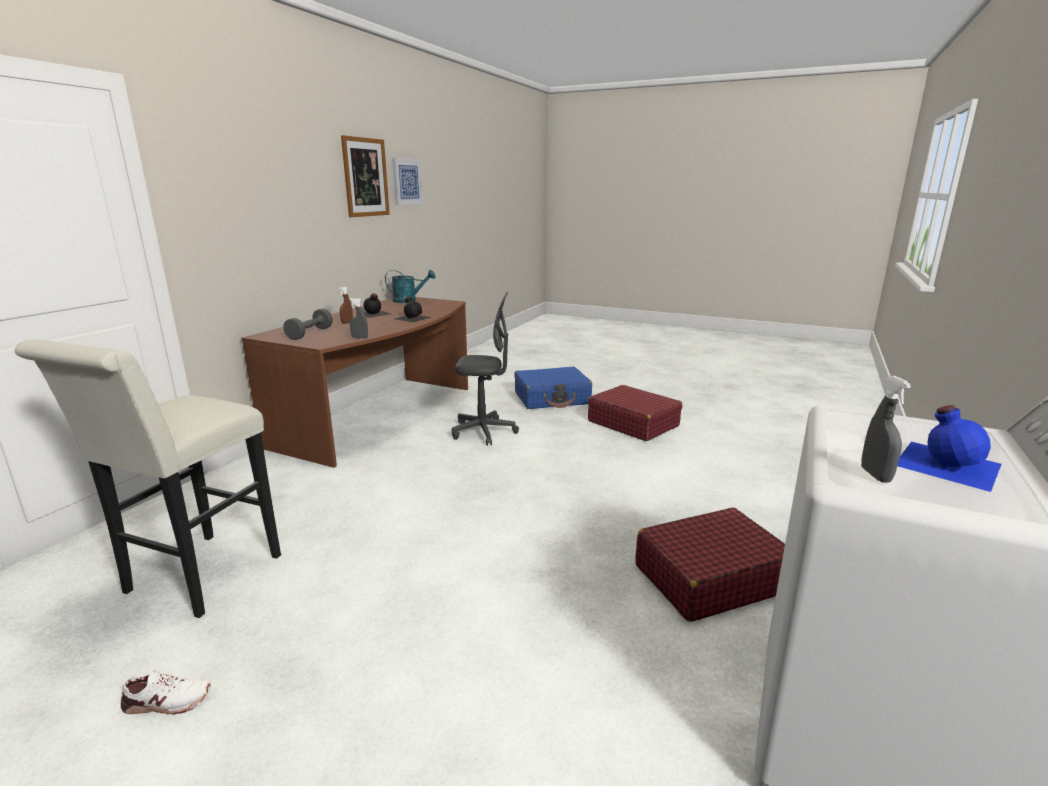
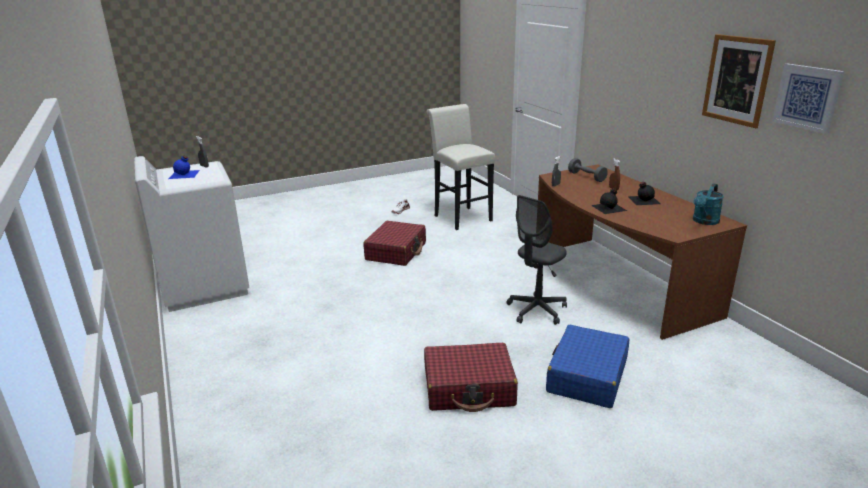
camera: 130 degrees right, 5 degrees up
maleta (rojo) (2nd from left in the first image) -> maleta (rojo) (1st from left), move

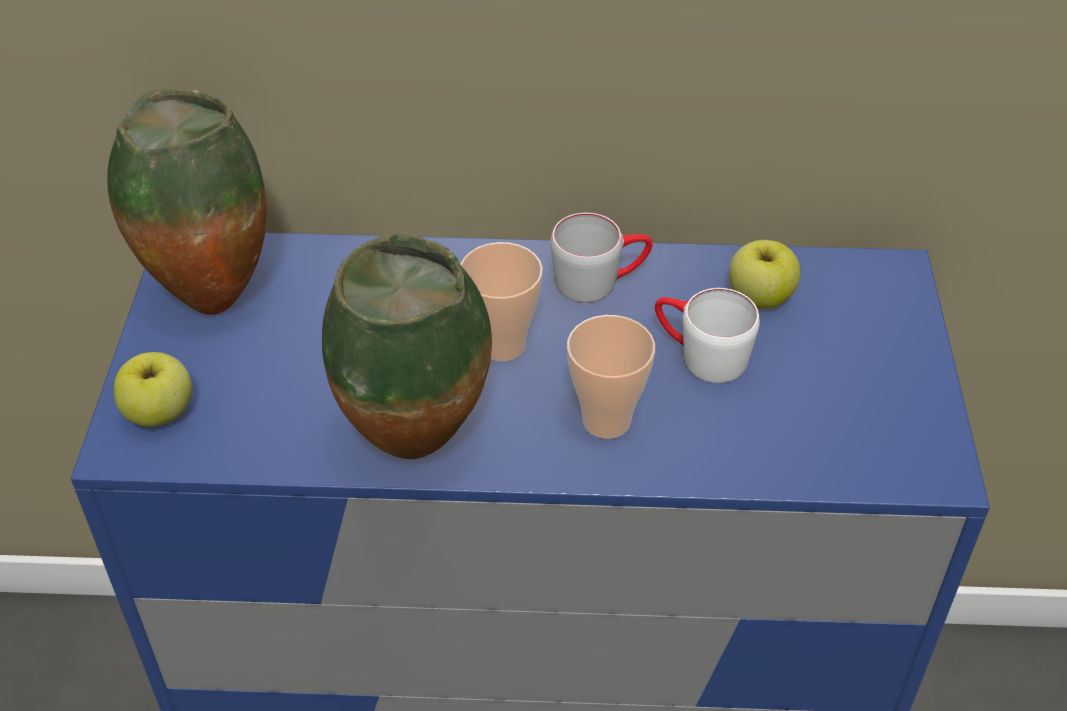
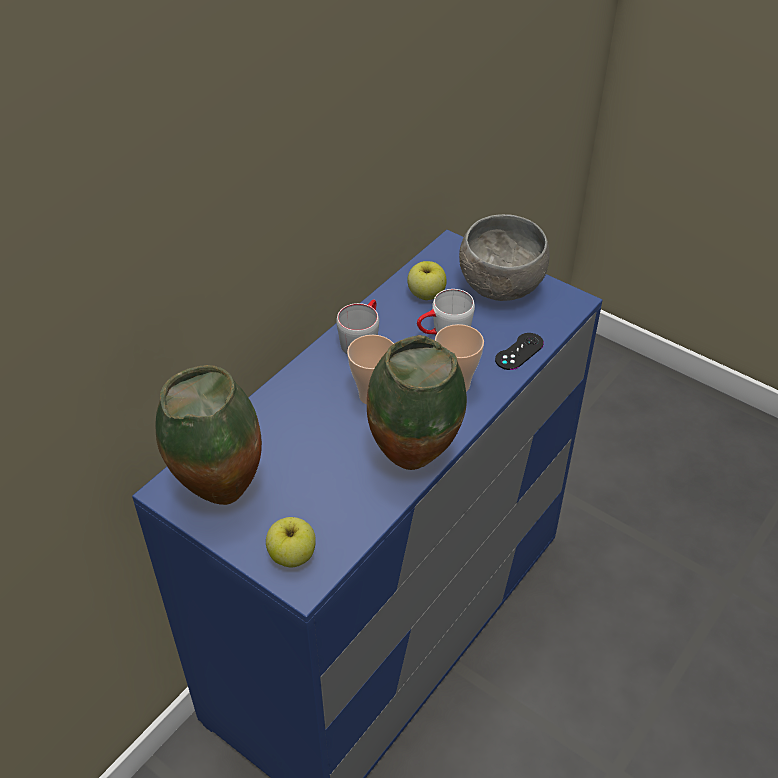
camera: 55 degrees left, 0 degrees up
none -> cuenco (gris)
none -> mando de consola (negro)

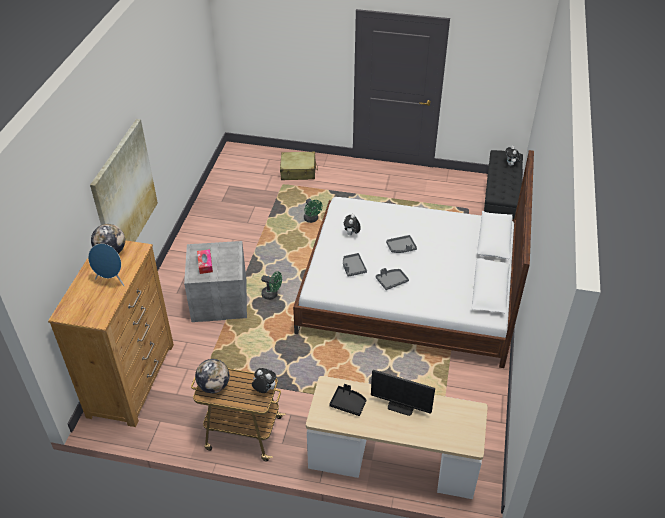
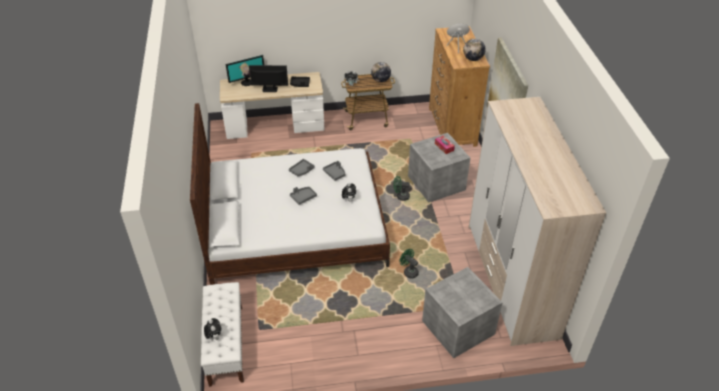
camera: 160 degrees right, 0 degrees up
banco (negro) -> banco (blanco)
maleta (beis) -> caja de almacenaje (gris) (2nd from left)
none -> monitor (1st from left)
none -> armario ropero

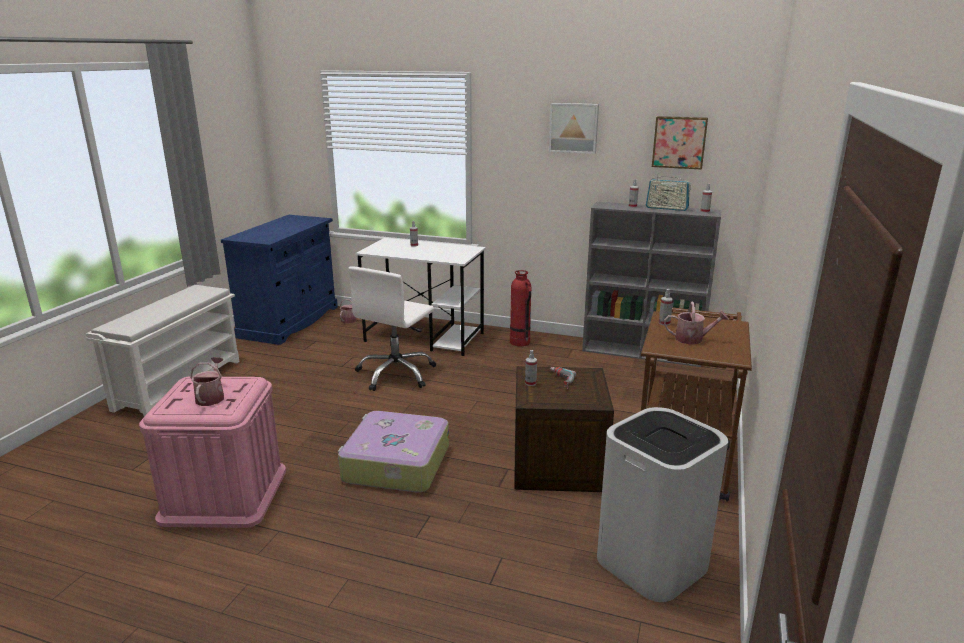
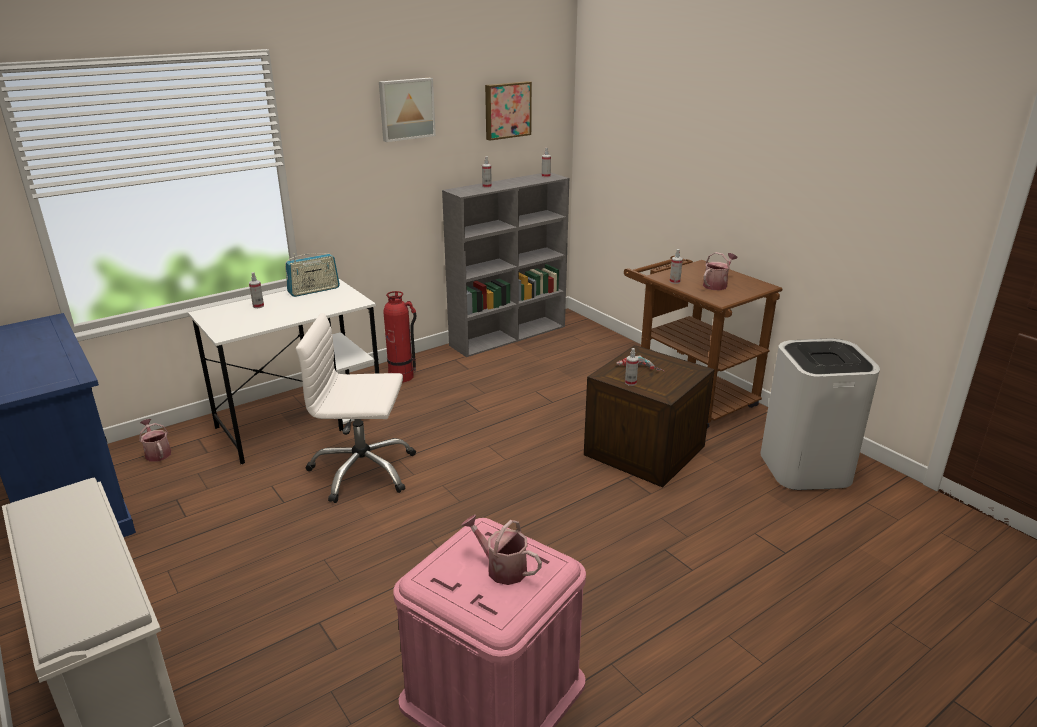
camera: 55 degrees left, 5 degrees up
radio, move
silla de oficina (blanco), 120 degrees clockwise
maleta -> none

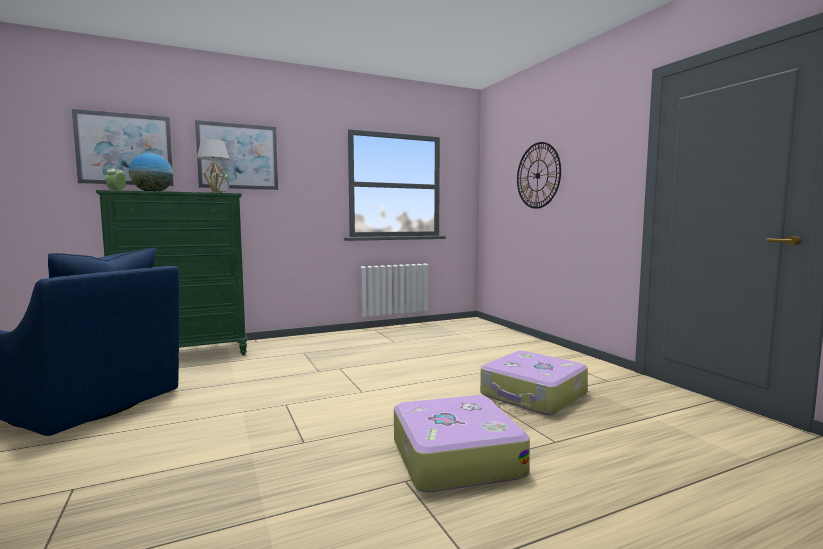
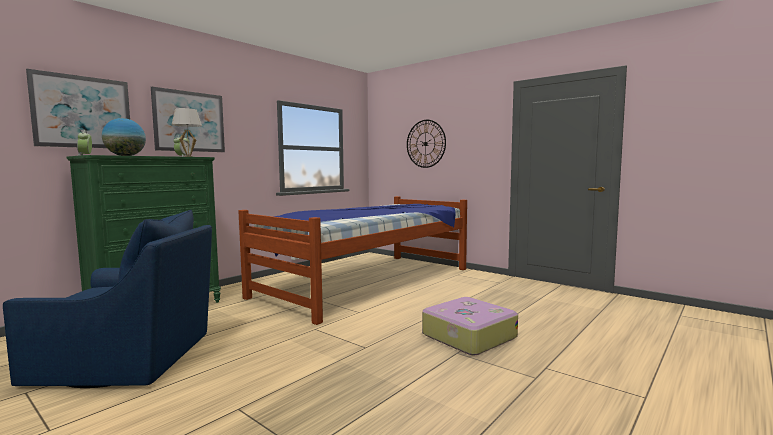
camera: 25 degrees left, 0 degrees up
maleta (2nd from left) -> none
none -> cama

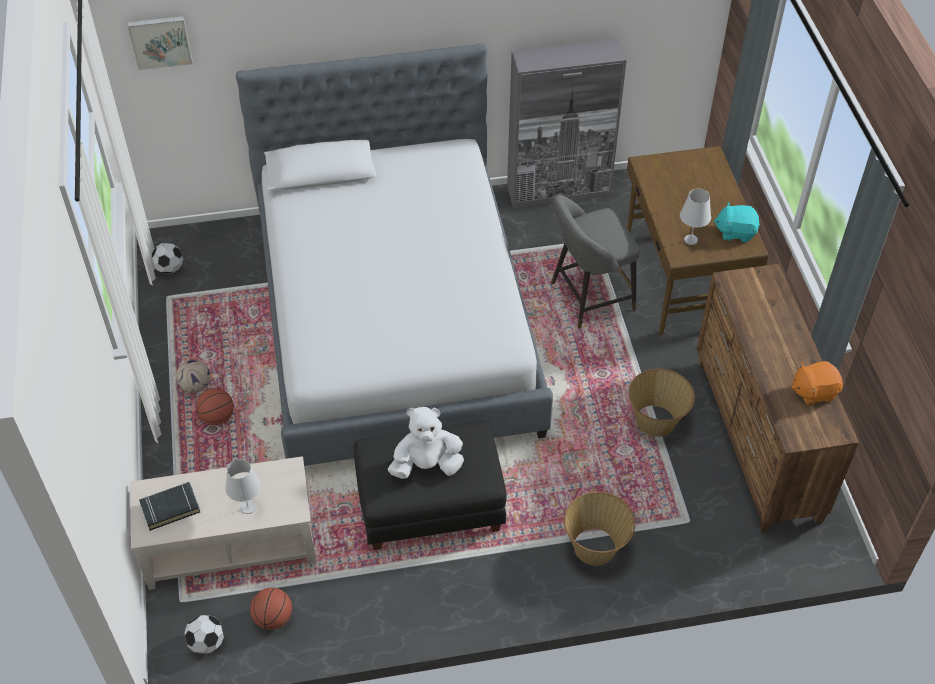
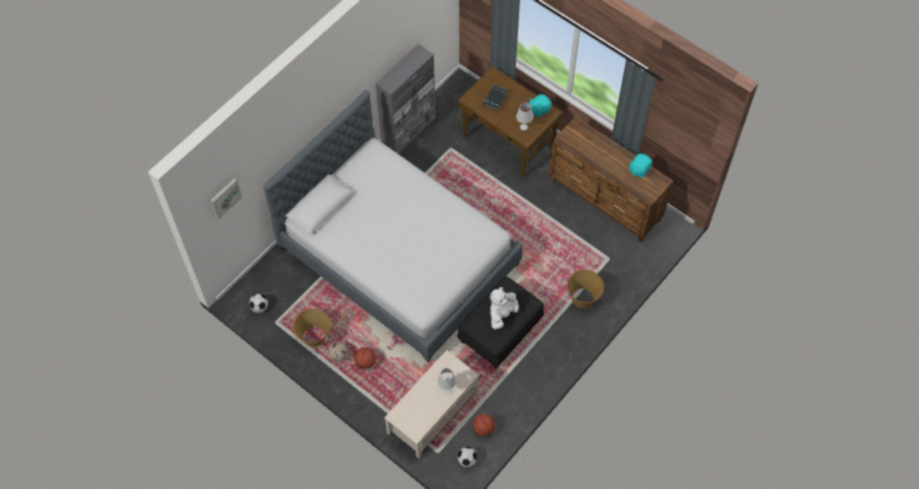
camera: 40 degrees left, 10 degrees up
taburete (gris) -> none
peluche (naranja) -> peluche (turquesa) (2nd from left)
cesta (2nd from left in the first image) -> cesta (1st from left), move
libro (negro), move

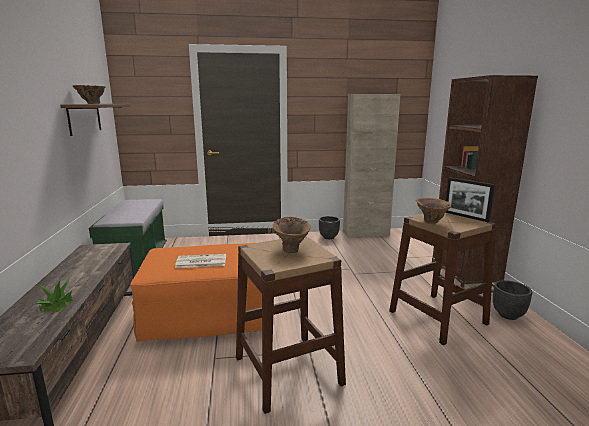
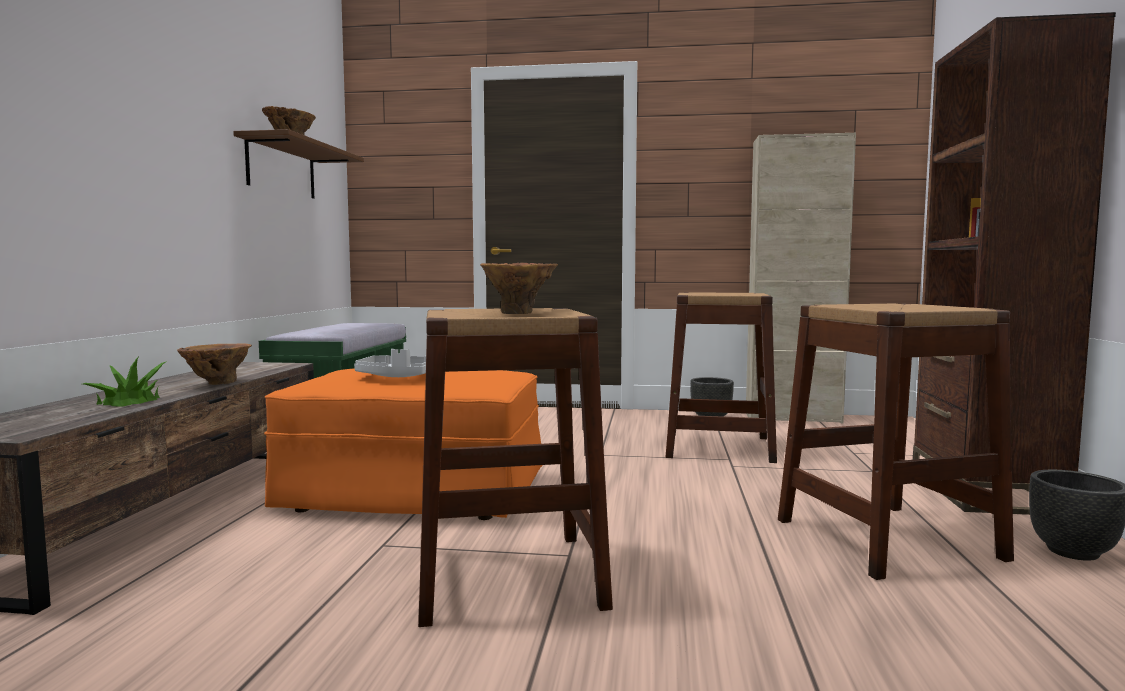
camera: 15 degrees right, 10 degrees down
portarretratos -> none
florero (marrón) (3rd from left in the first image) -> florero (marrón) (1st from left), move
periódico -> bandeja (gris)
none -> taburete (marrón) (2nd from left)

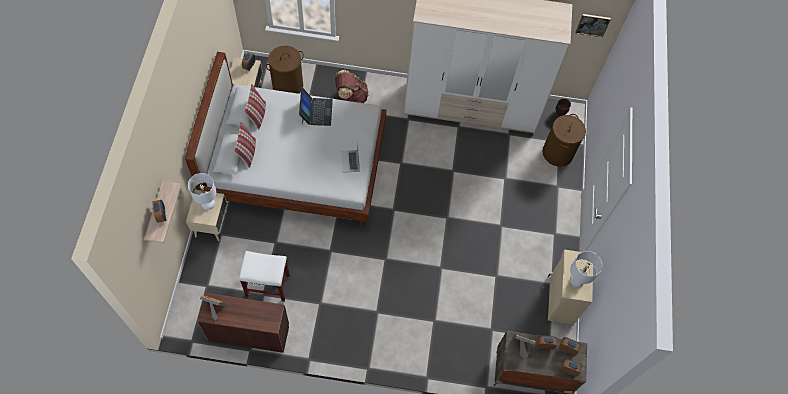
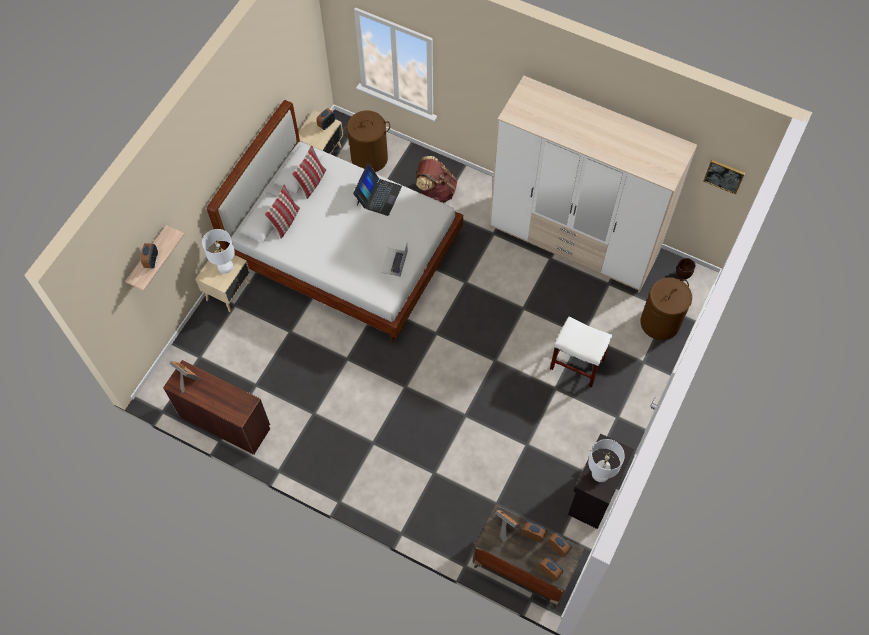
camera: 25 degrees right, 0 degrees up
armario (beis) -> armario (negro)
taburete (blanco), move

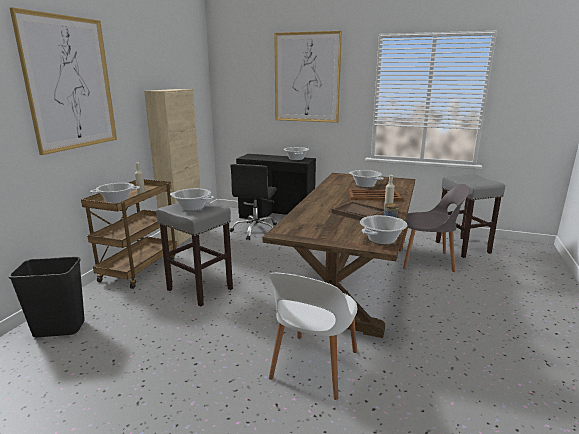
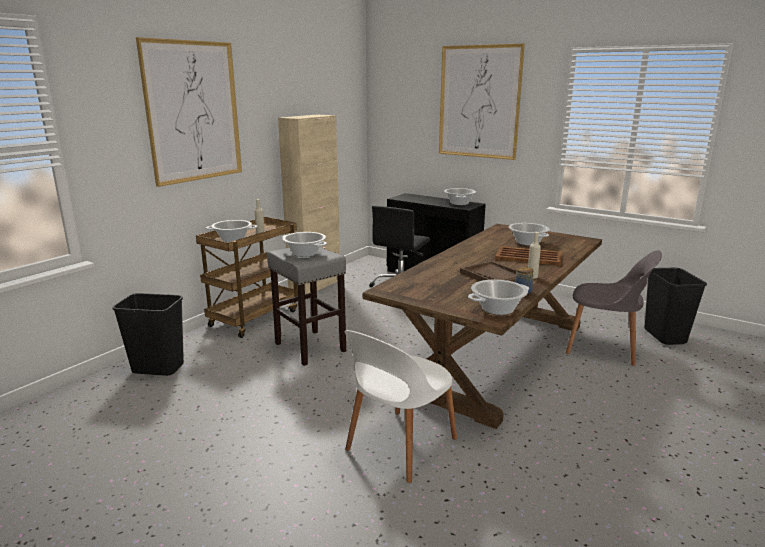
camera: 15 degrees right, 0 degrees up
taburete (gris) (2nd from left) -> papelera (negro) (2nd from left)

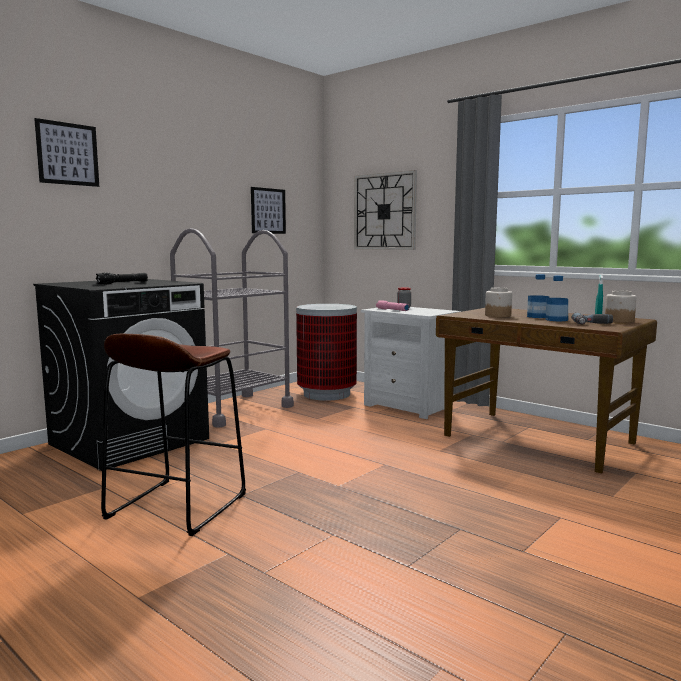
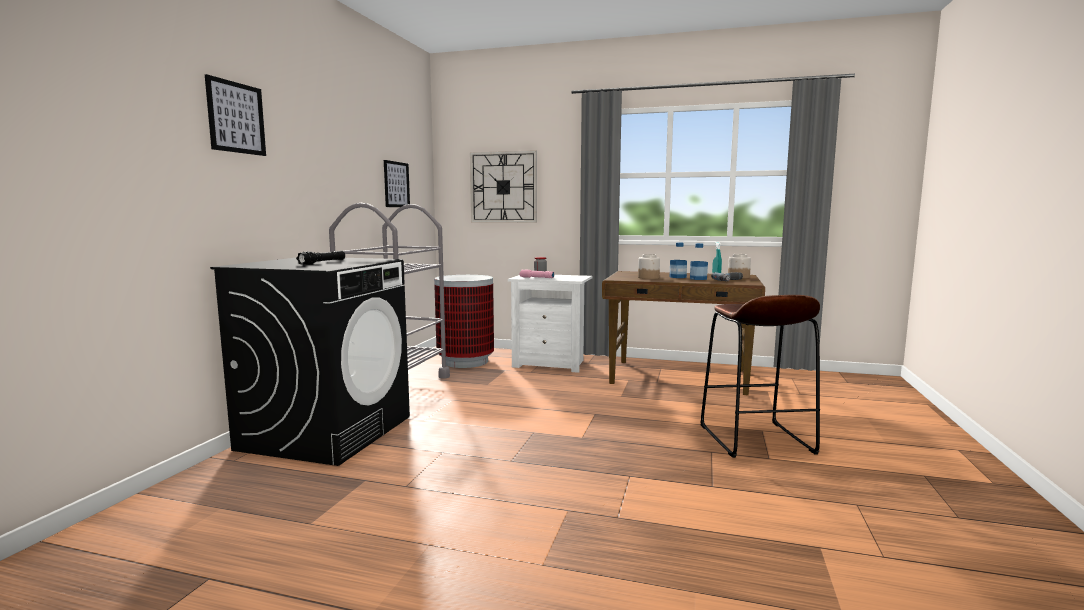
camera: 25 degrees left, 0 degrees up
taburete (marrón), move

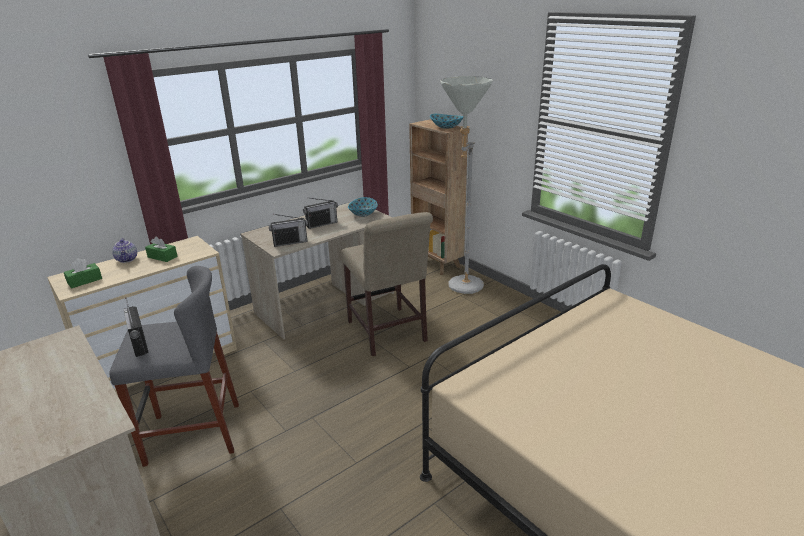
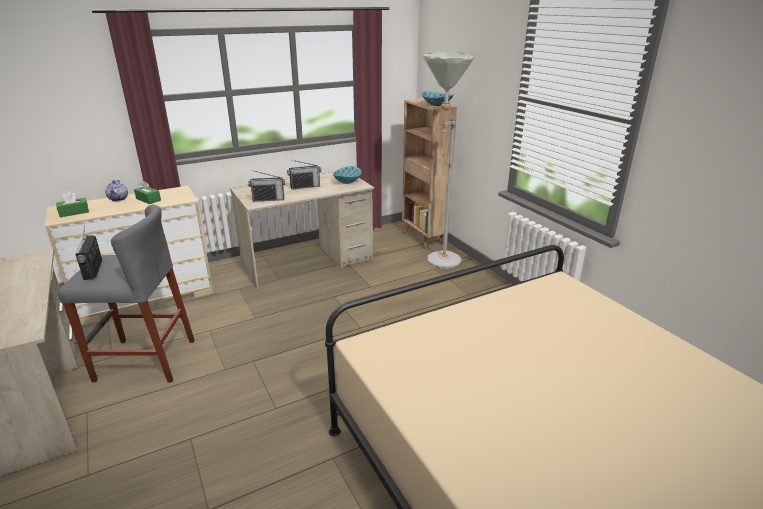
camera: 10 degrees right, 0 degrees up
silla (beis) -> none

